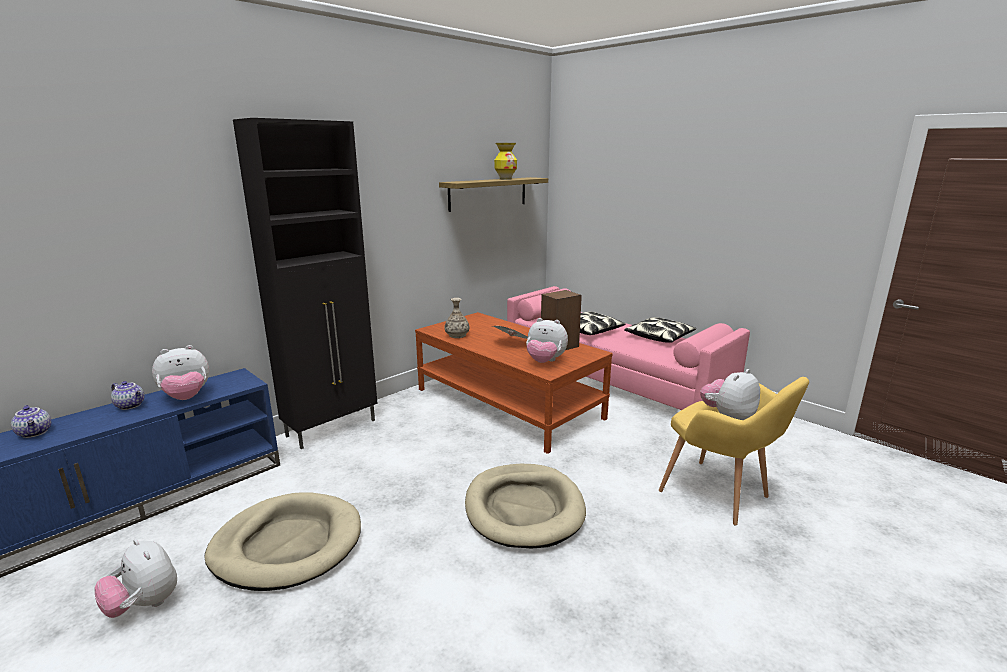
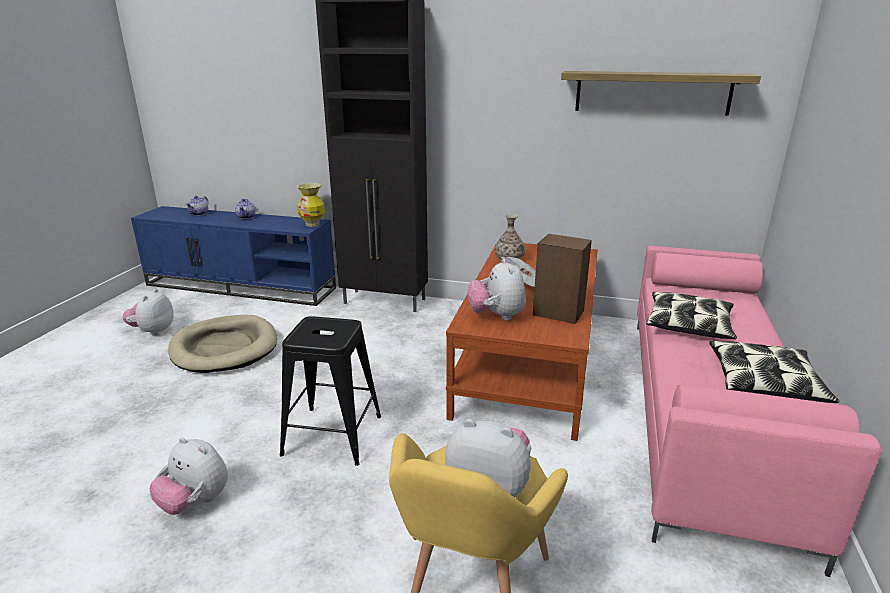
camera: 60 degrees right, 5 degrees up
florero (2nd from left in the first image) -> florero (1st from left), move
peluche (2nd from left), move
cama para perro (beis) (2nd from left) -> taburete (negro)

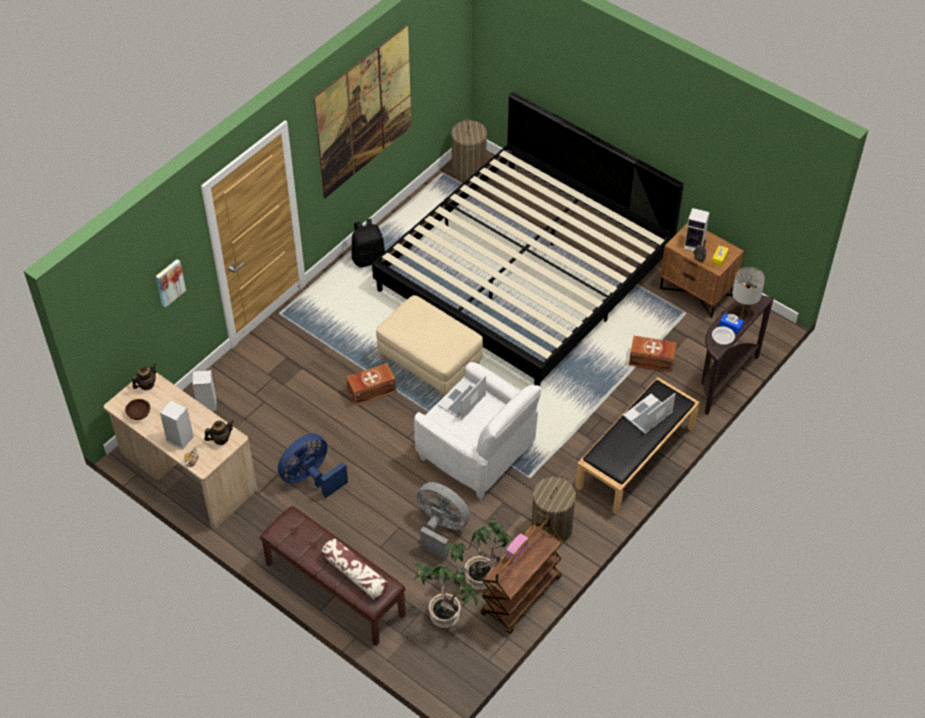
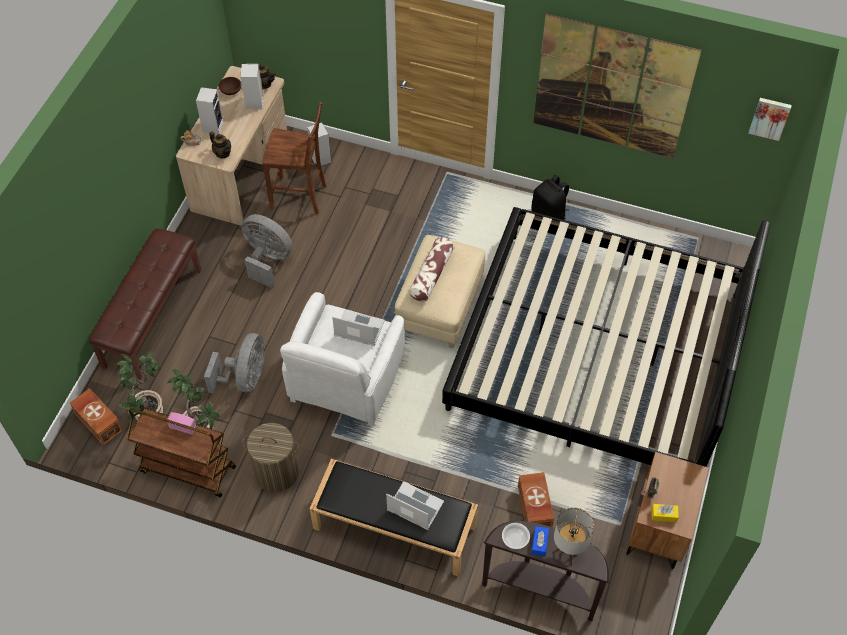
camera: 70 degrees right, 5 degrees up
cesto de la ropa (1st from left) -> none
altavoz (3rd from left in the first image) -> altavoz (2nd from left), move
cuadro (1st from left in the first image) -> cuadro (2nd from left), move
caja de almacenaje (marrón) (1st from left), move
ventilador (azul) -> ventilador (gris) (2nd from left)
cojín, move
none -> silla (marrón)

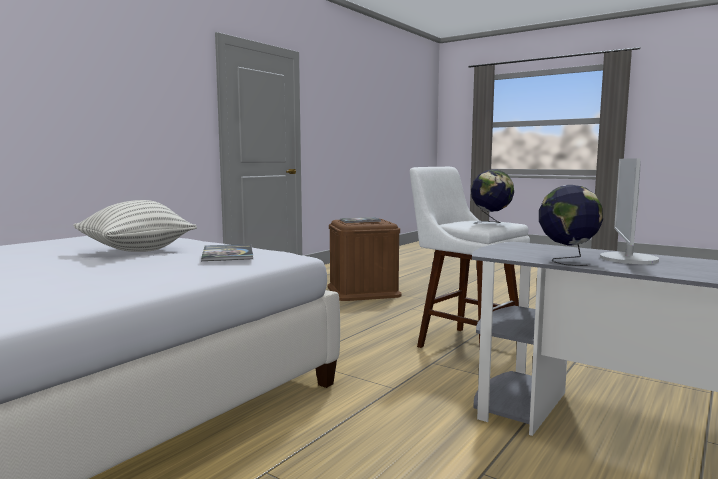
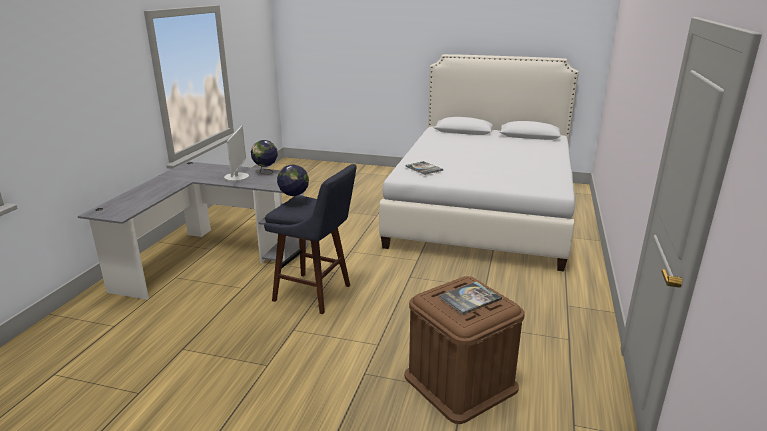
camera: 160 degrees right, 15 degrees up
taburete (blanco) -> taburete (azul)
cojín -> none

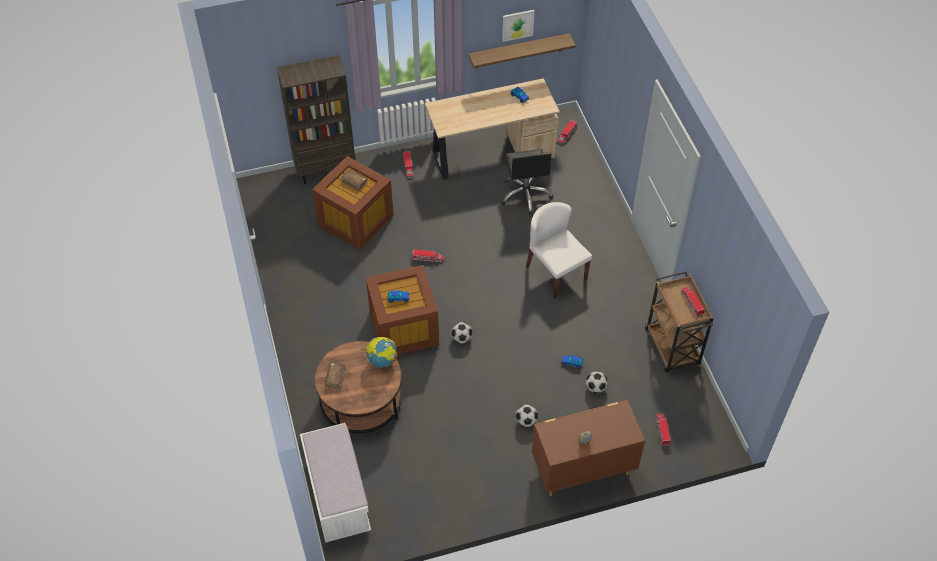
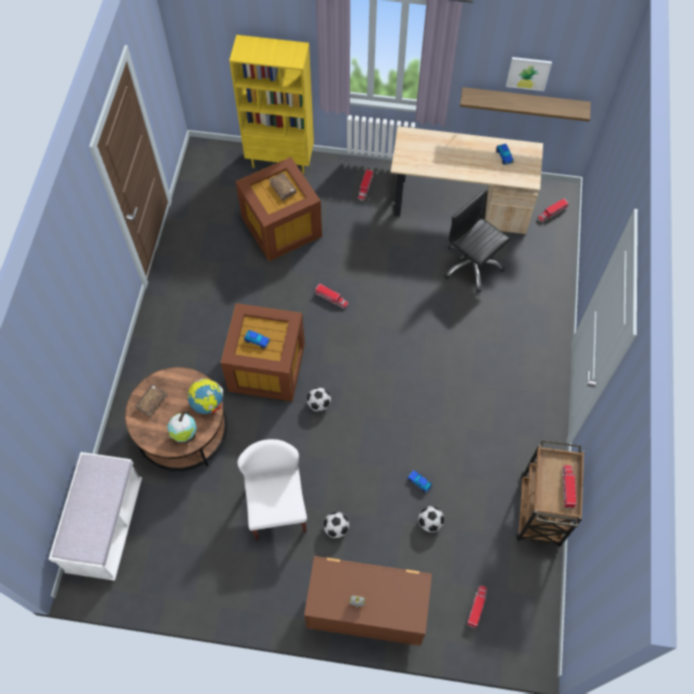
camera: 25 degrees right, 10 degrees up
estantería (marrón) -> estantería (amarillo)
silla de oficina (negro), 120 degrees clockwise
silla (blanco), move
none -> globo terráqueo (1st from left)

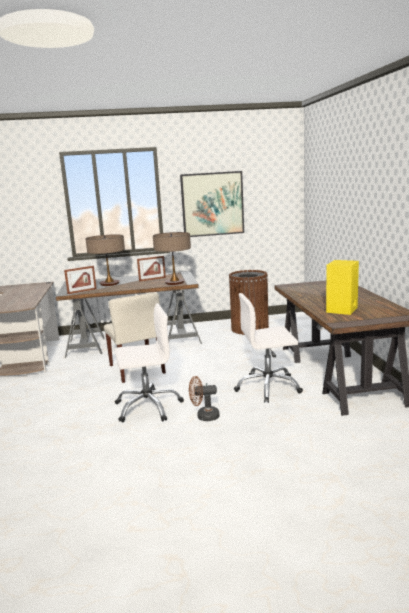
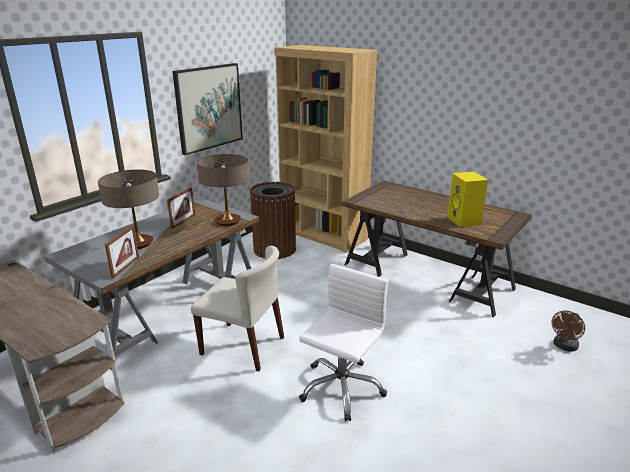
camera: 45 degrees left, 10 degrees up
silla de oficina (blanco) (2nd from left) -> none
ventilador (marrón), move
none -> estantería (marrón)

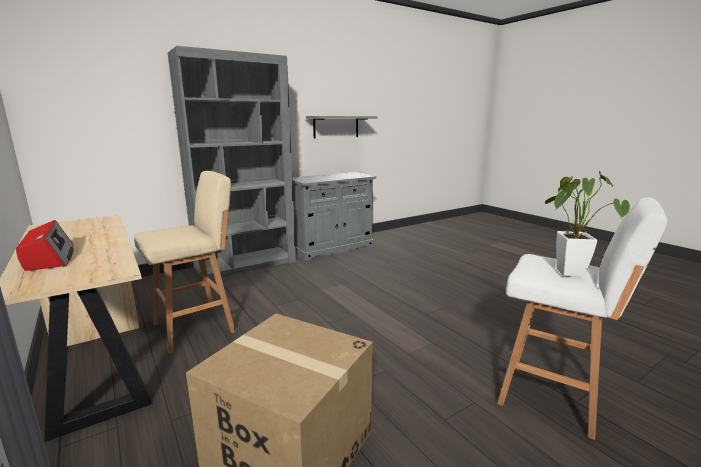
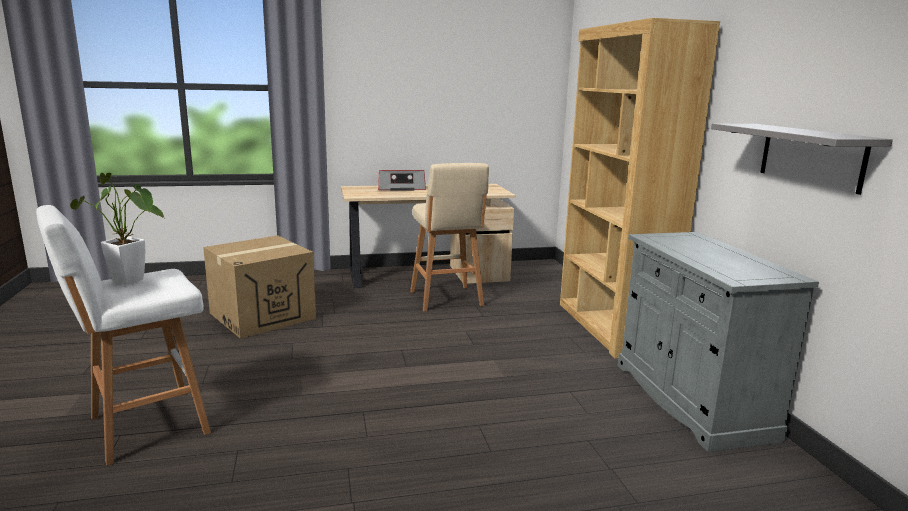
camera: 110 degrees right, 0 degrees up
estantería (gris) -> estantería (marrón)

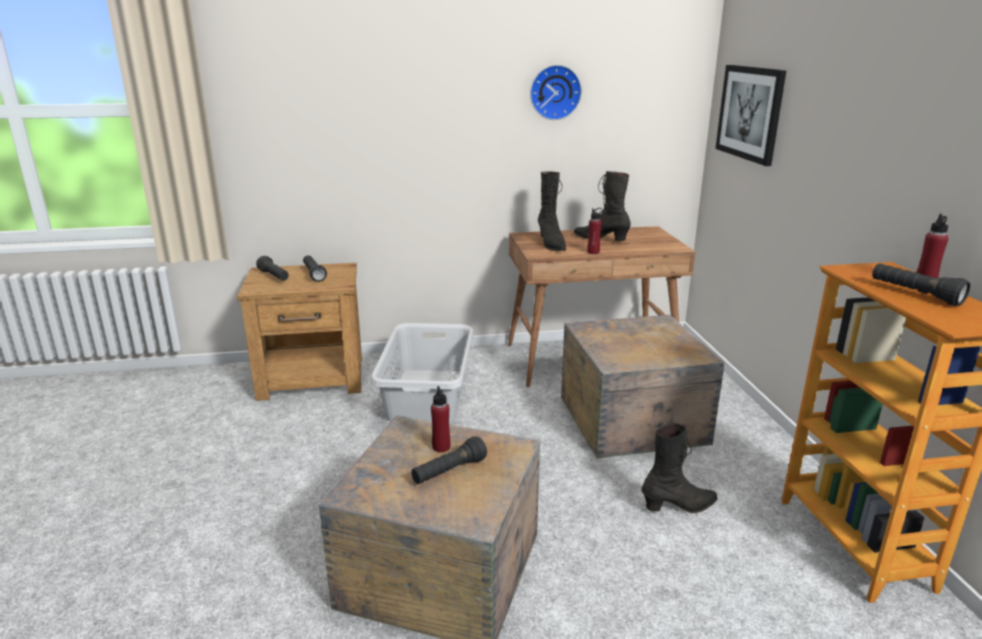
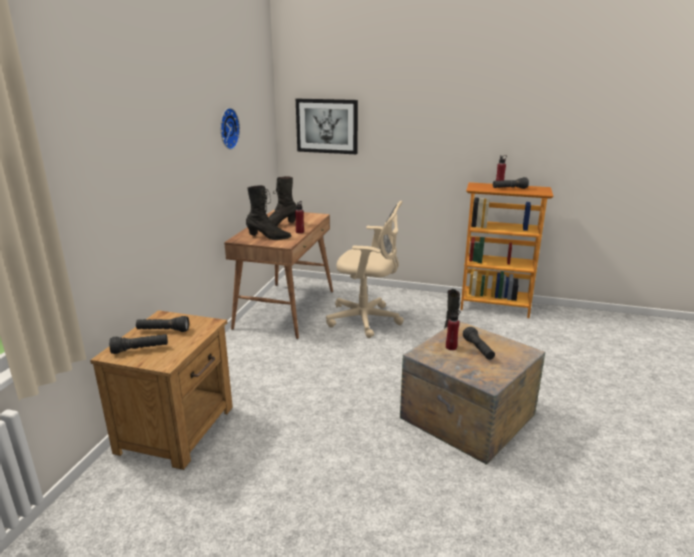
camera: 65 degrees left, 0 degrees up
caja de embalaje (2nd from left) -> silla de oficina (beis)
cesto de la ropa (gris) -> none

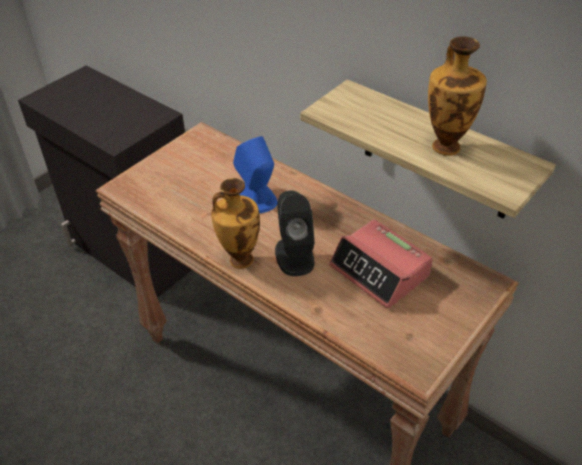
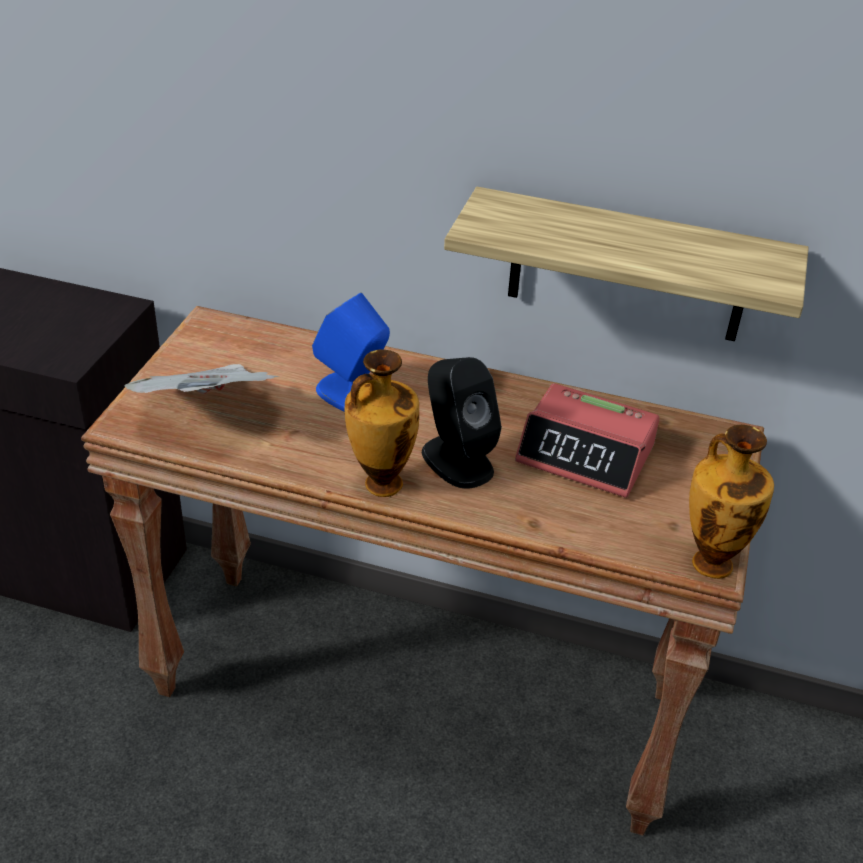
camera: 25 degrees left, 5 degrees down
florero (2nd from left), move
none -> periódico

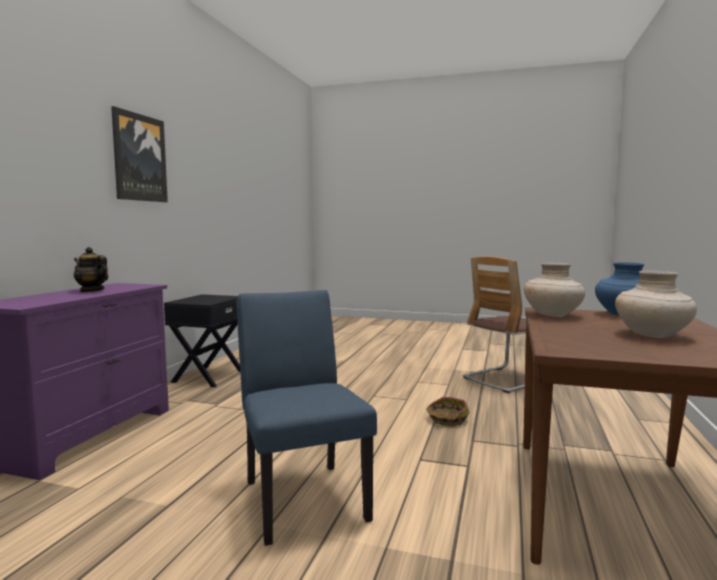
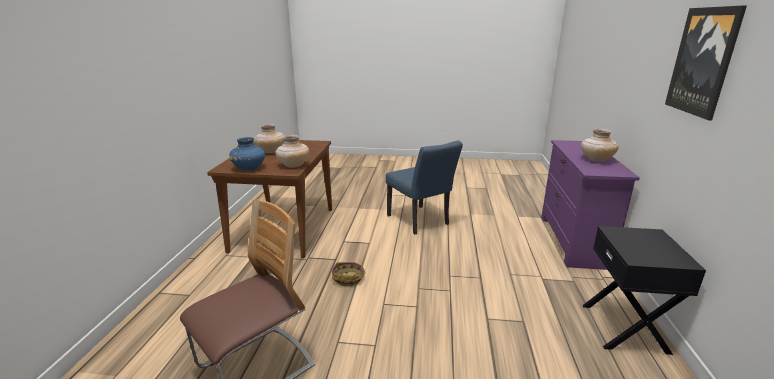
camera: 170 degrees right, 15 degrees up
tetera -> florero (beis) (3rd from left)

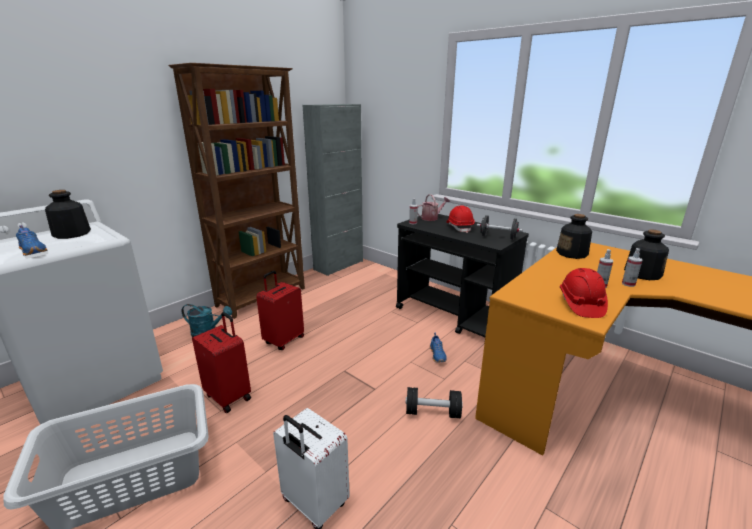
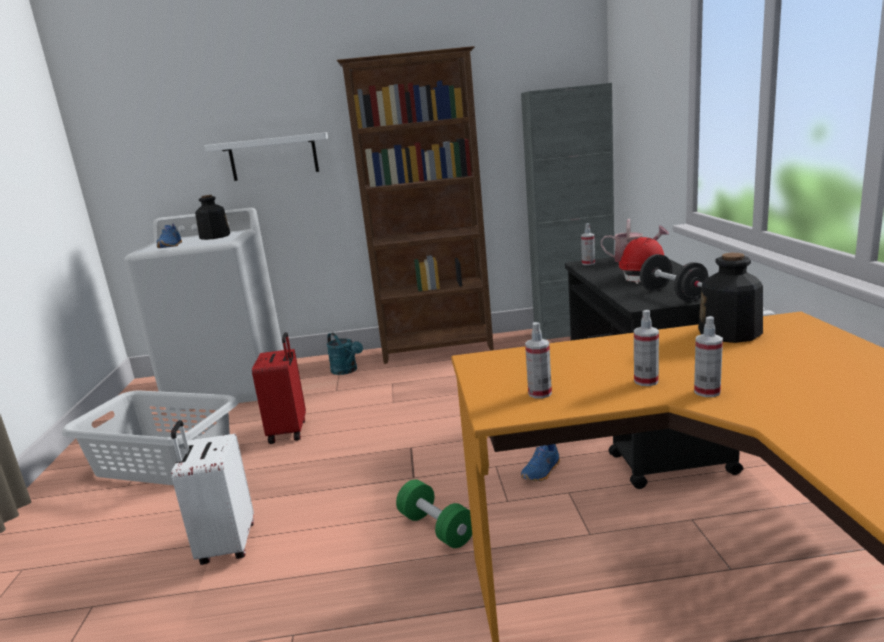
camera: 45 degrees right, 5 degrees down
botella (3rd from left) -> none
casco (rojo) (2nd from left) -> pulverizador (1st from left)
maleta (rojo) (2nd from left) -> none
mancuerna (negro) (1st from left) -> mancuerna (verde)
none -> estante (blanco)

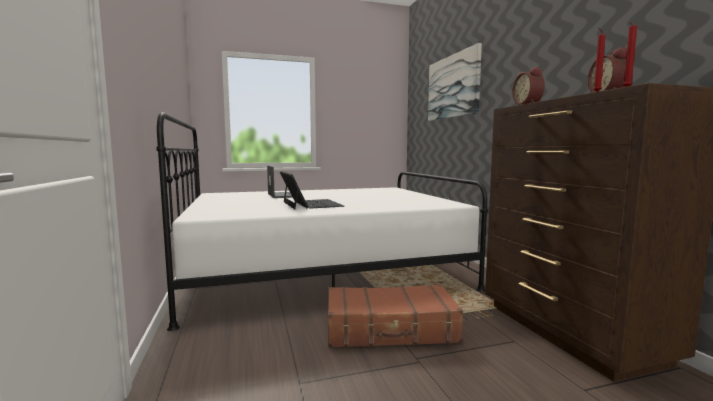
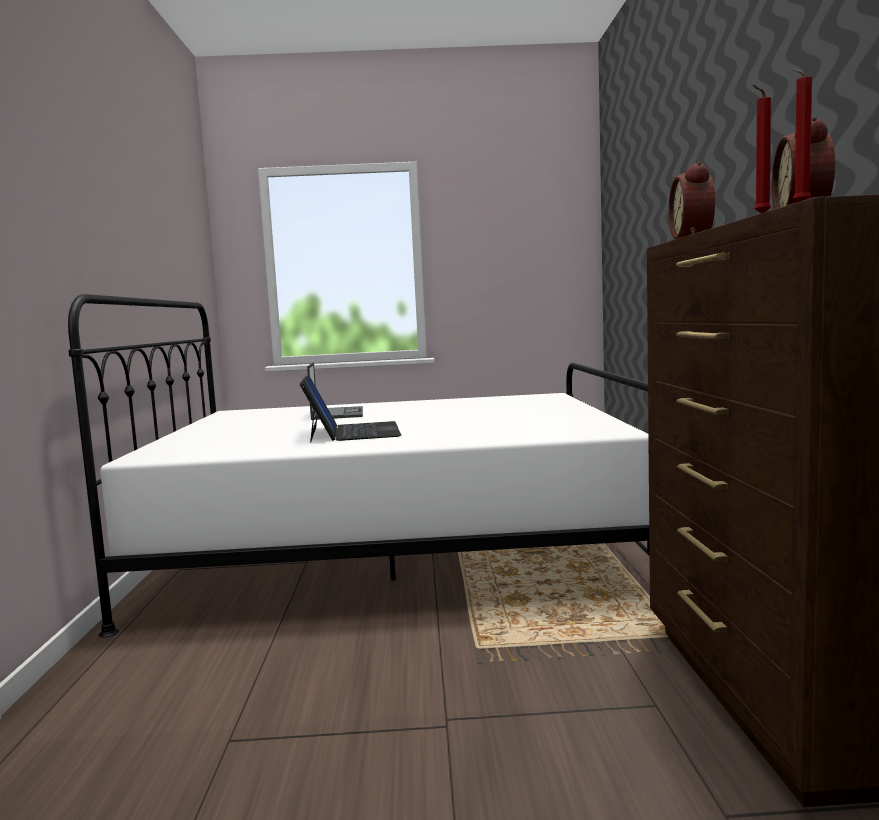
camera: 15 degrees right, 0 degrees up
cuadro -> none
maleta (marrón) -> none

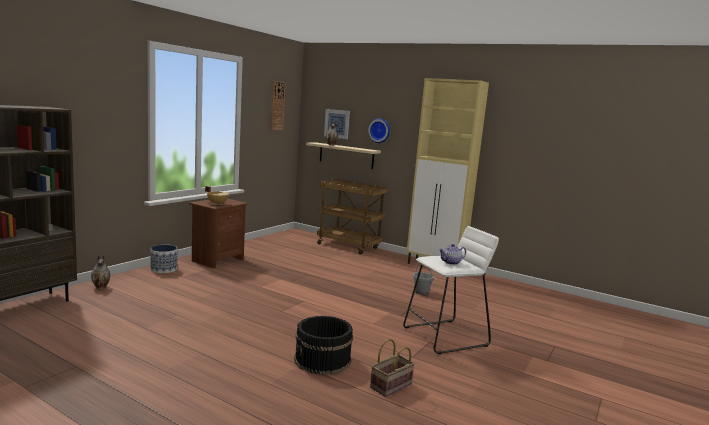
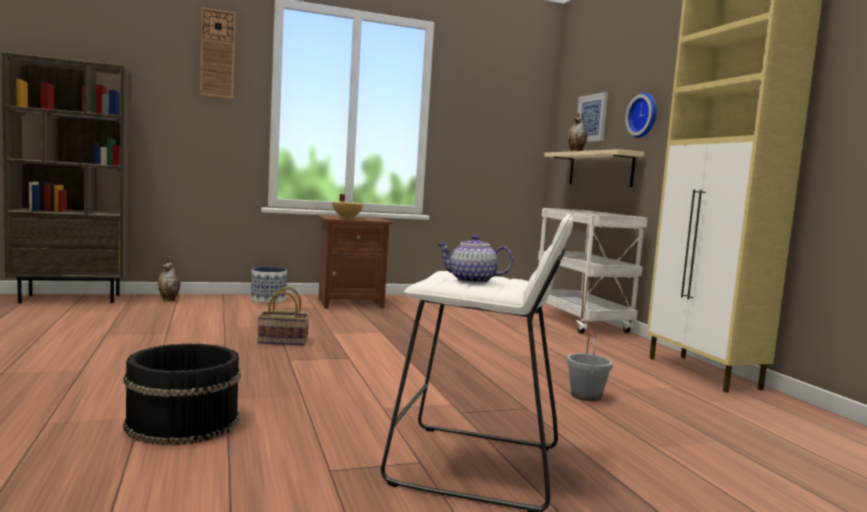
camera: 40 degrees right, 5 degrees down
reloj de pared (1st from left), move
carrito (marrón) -> carrito (blanco)
cesta, move

